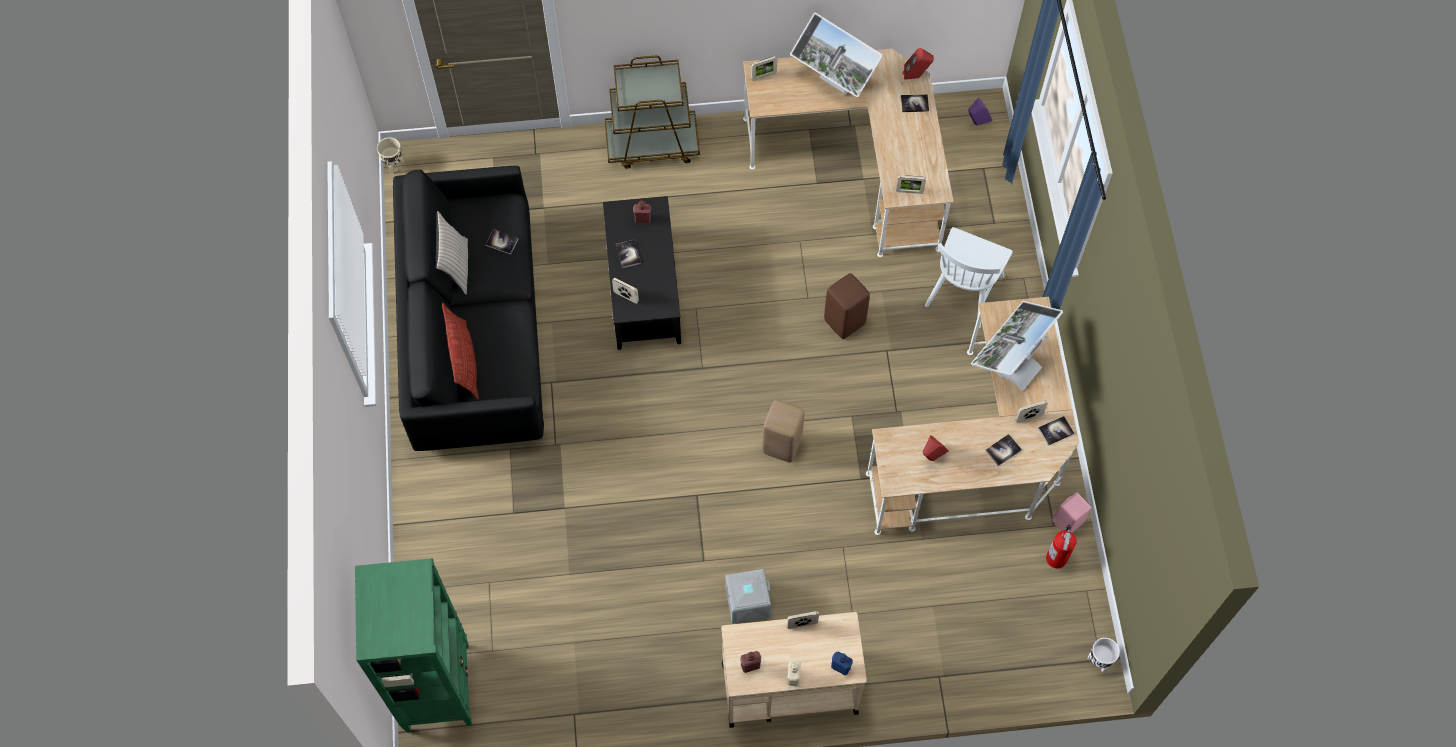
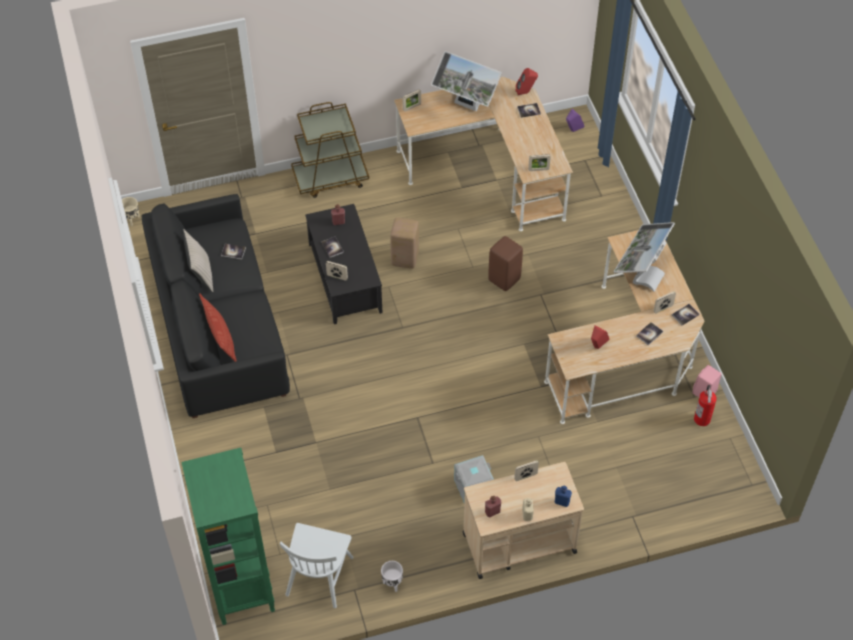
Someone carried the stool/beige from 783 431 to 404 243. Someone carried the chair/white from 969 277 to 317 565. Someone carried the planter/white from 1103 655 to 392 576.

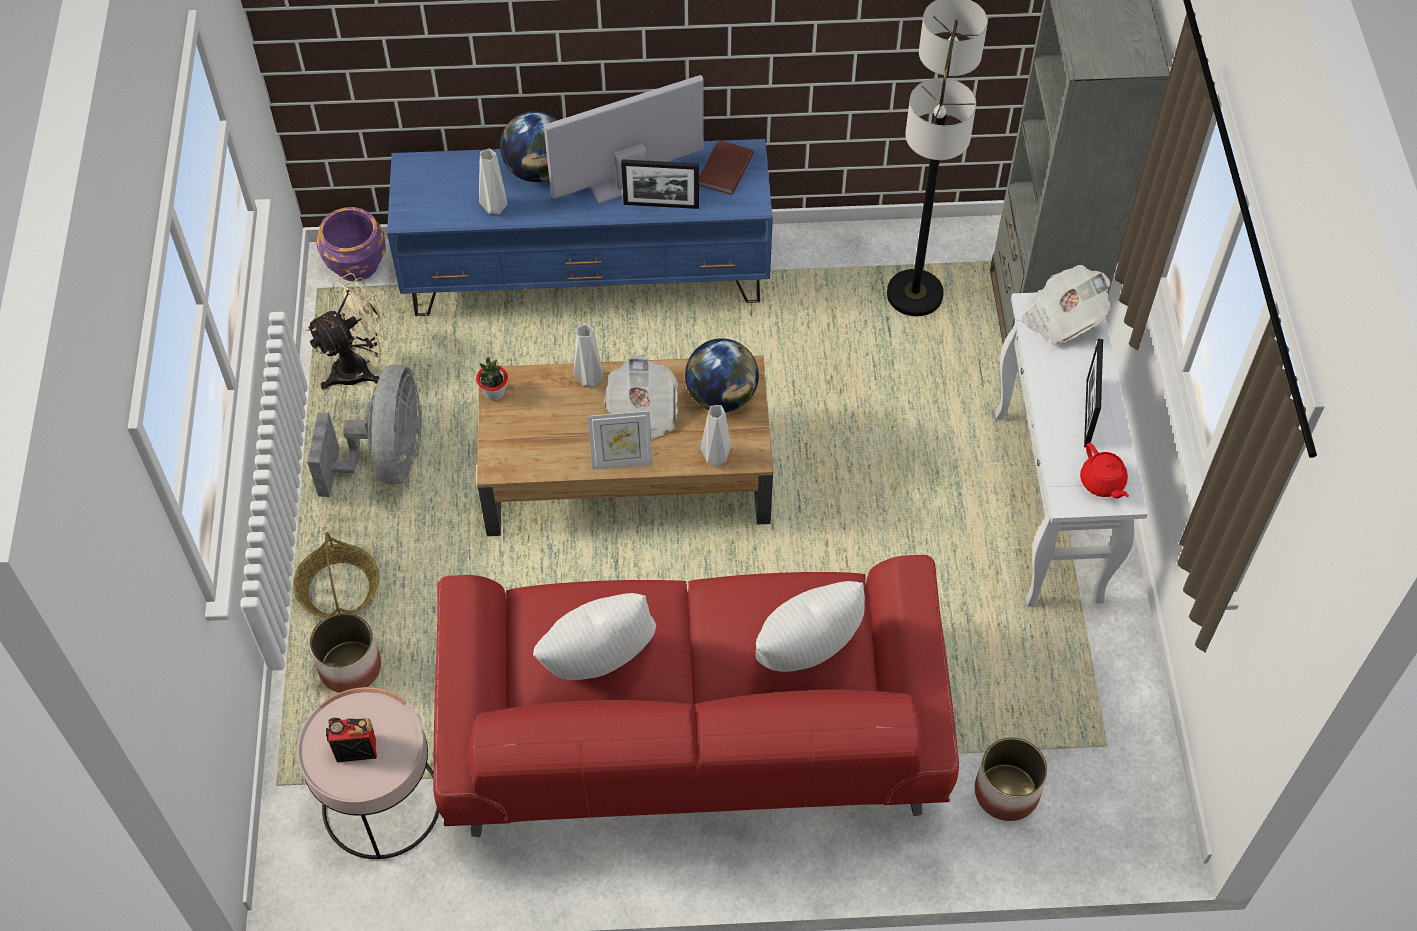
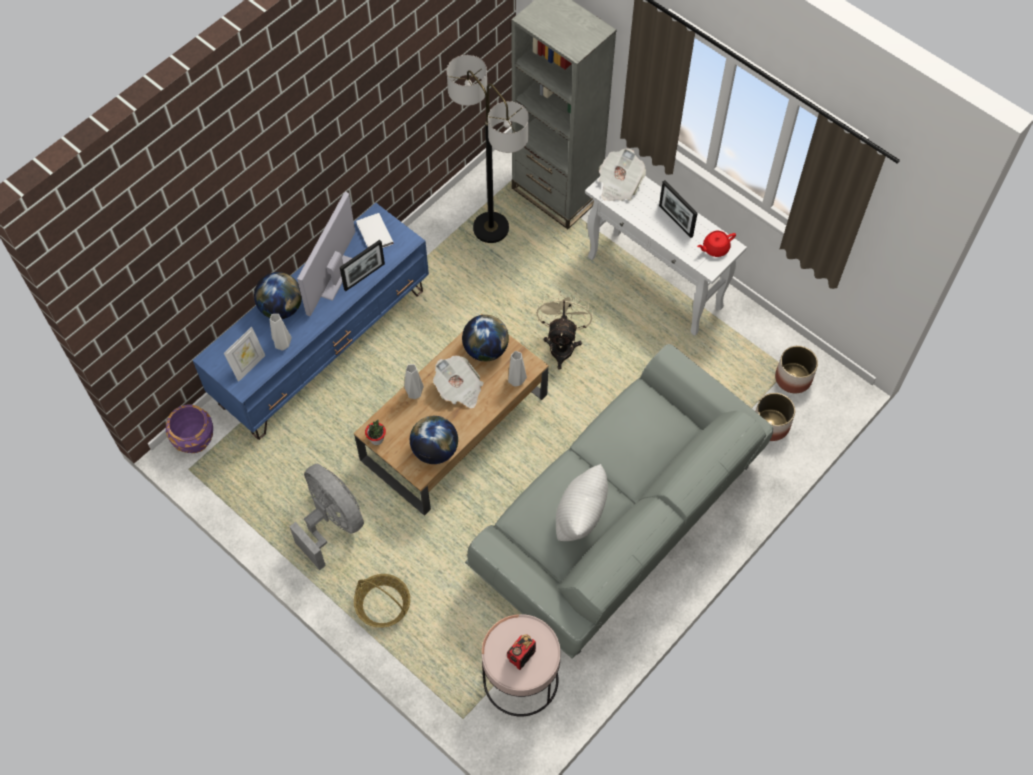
Someone took away the pillow/white at 810 626. Someone put down the globe at 434 440. Someone carried the fan/beige from 351 331 to 564 330. Someone carried the planter from 345 653 to 796 369. Someone carried the picture frame from 620 440 to 245 354. Someone repainted the sofa/red at 696 695, which became the sofa/grey at 619 501. Someone repainted the book/brown at 726 167, which became the book/white at 375 230. Someone rotated the teapot/red at 1104 471 by 135 degrees clockwise.

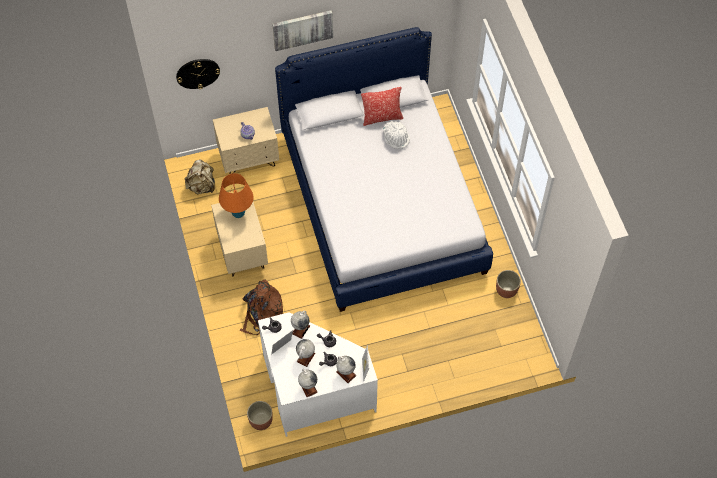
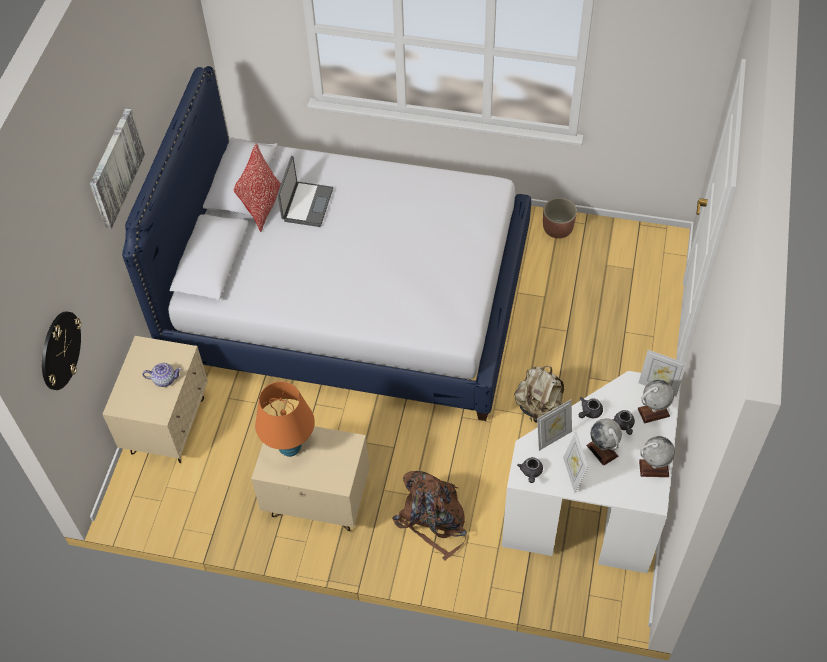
Someone took away the planter at 260 415. Someone carried the backpack/beige from 199 177 to 539 394. Someone swapped the globe at 300 324 for the picture frame at 554 425. Someone swapped the hat/white at 396 135 for the laptop at 305 191.

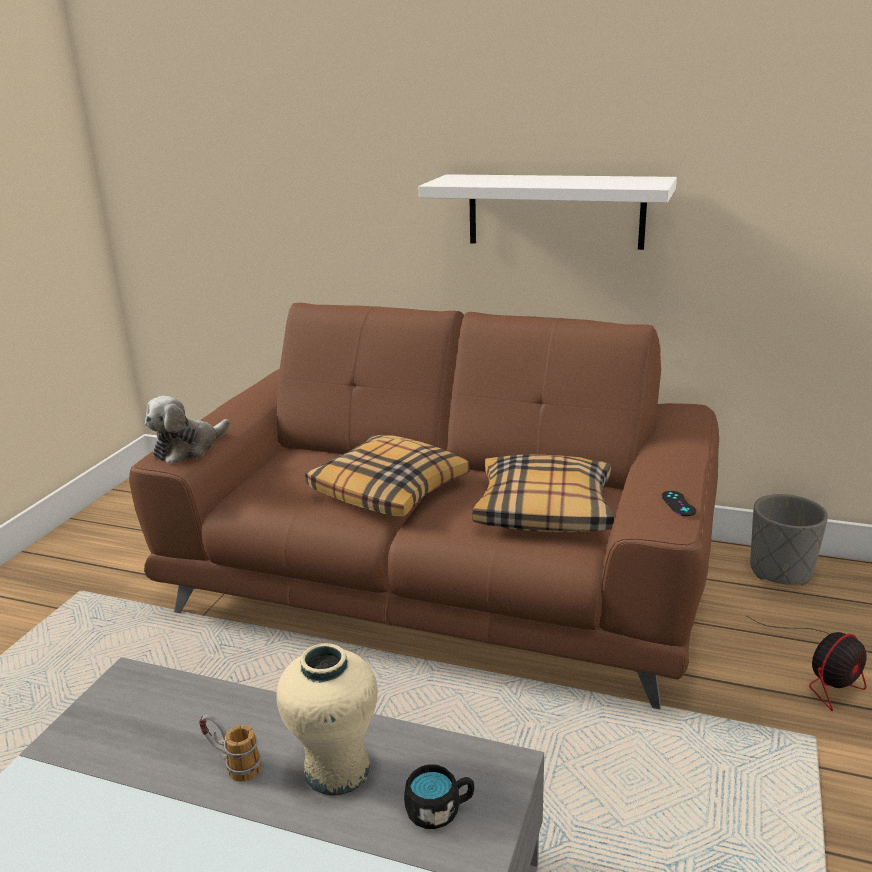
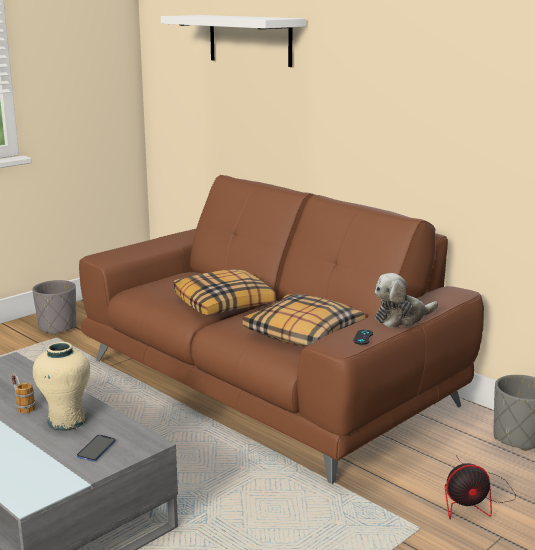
Someone put down the planter/grey at 54 307. Someone carried the plush toy from 187 430 to 406 300. Someone carried the shelf/white from 548 212 to 233 41. Someone swapped the mug/black at 439 796 for the phone at 96 448.

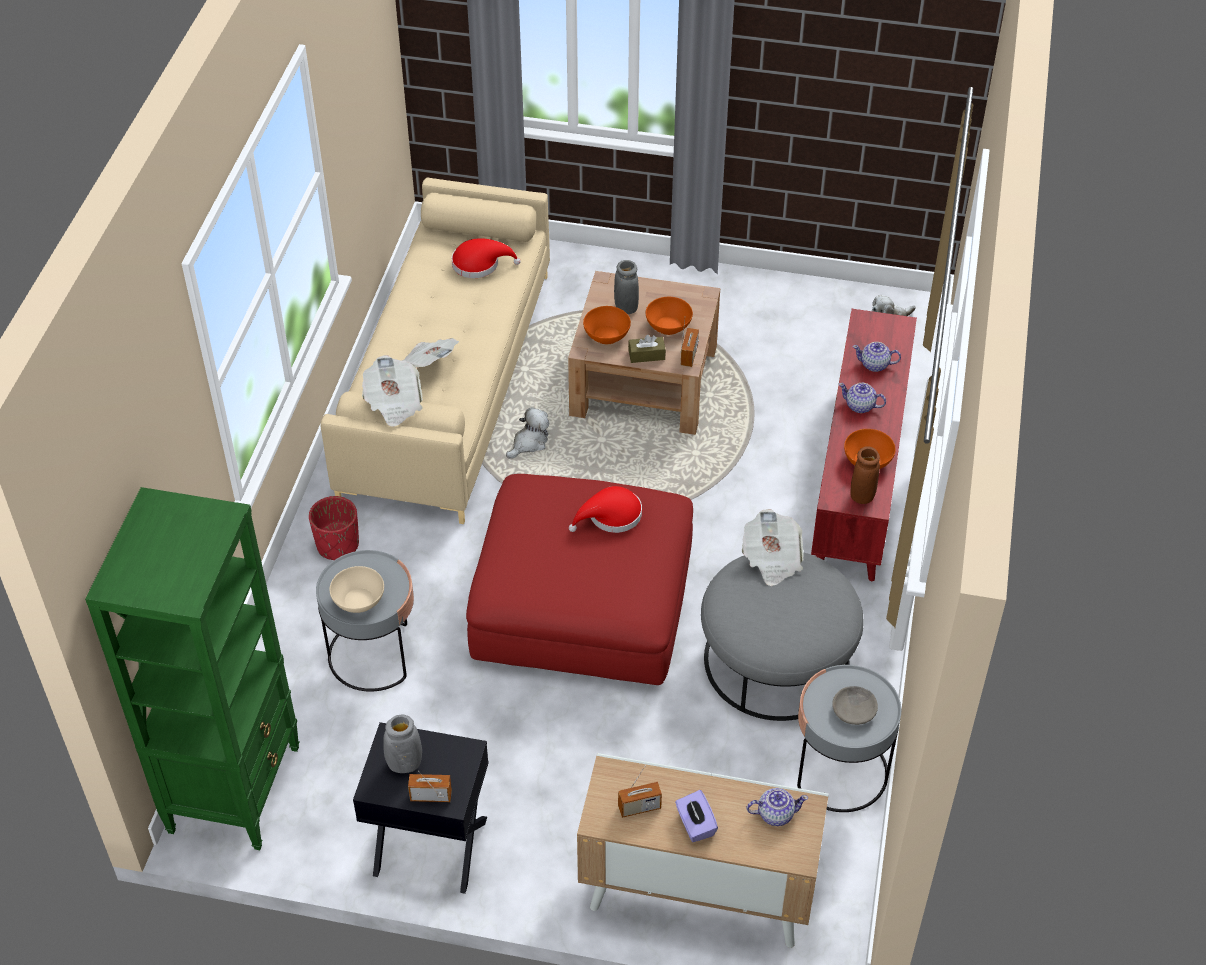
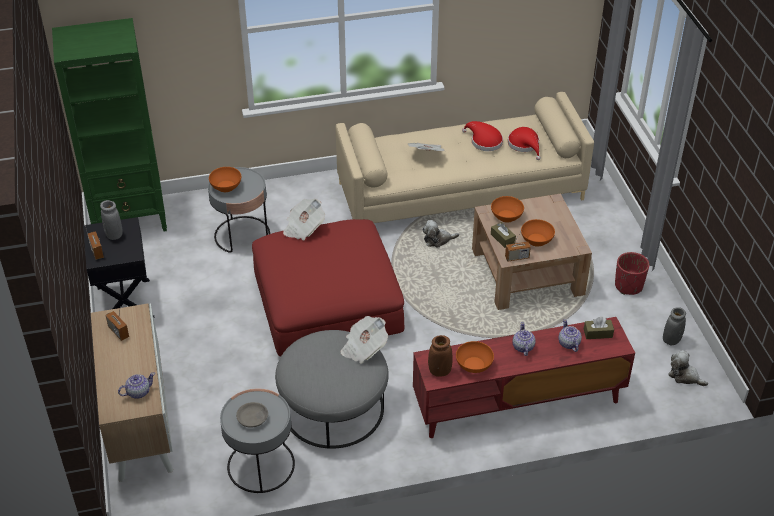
Someone took away the tissue box/purple at 696 816. Someone put down the tissue box/brown at 599 328. Someone carried the planter/red from 334 528 to 632 273. Someone carried the newspaper from 392 391 to 304 219. Someone carried the hat/red from 605 509 to 482 136. Someone carried the vase/grey from 626 287 to 674 326. Someone repainted the bowl/beige at 356 589, which became the bowl/orange at 225 179. Someone rotated the plush toy at 528 433 by 150 degrees clockwise. Someone rotated the teapot at 777 807 by 90 degrees counterclockwise.

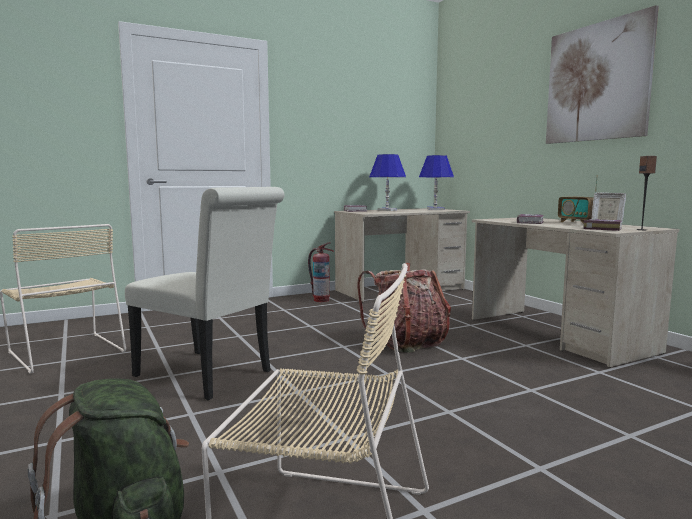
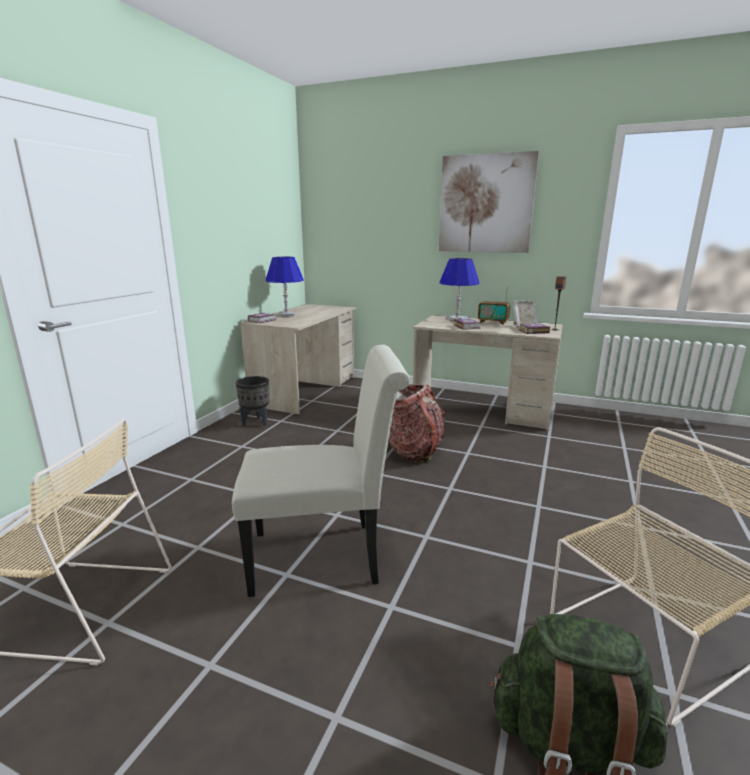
Someone carried the table lamp/blue from 436 182 to 459 289. Someone swapped the fire extinguisher at 321 272 for the planter/black at 252 401.

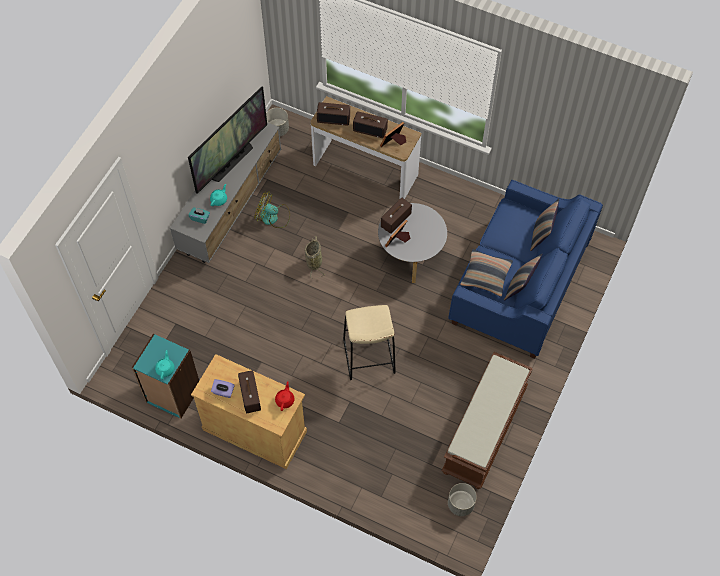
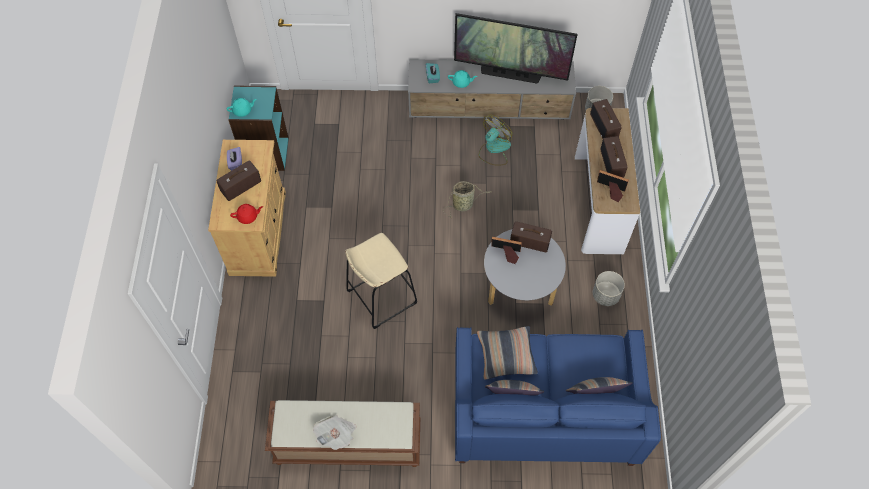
Someone put down the newspaper at 335 432. Someone carried the planter/grey from 462 499 to 609 288. Someone rotated the fan at 272 209 by 45 degrees clockwise.

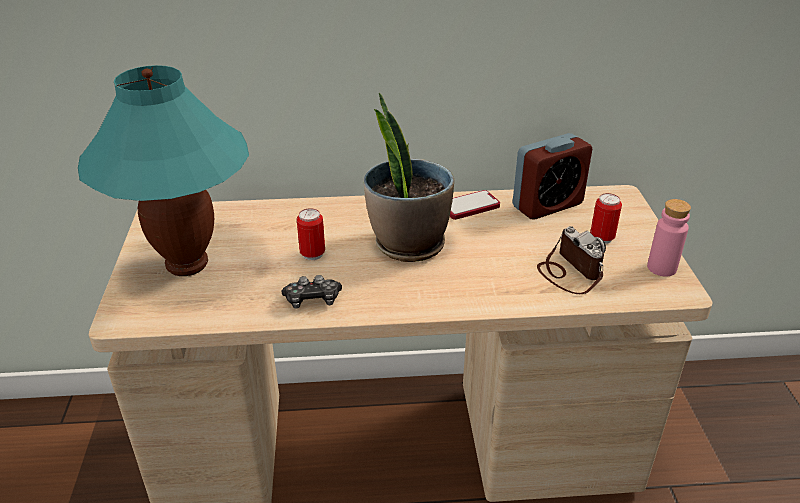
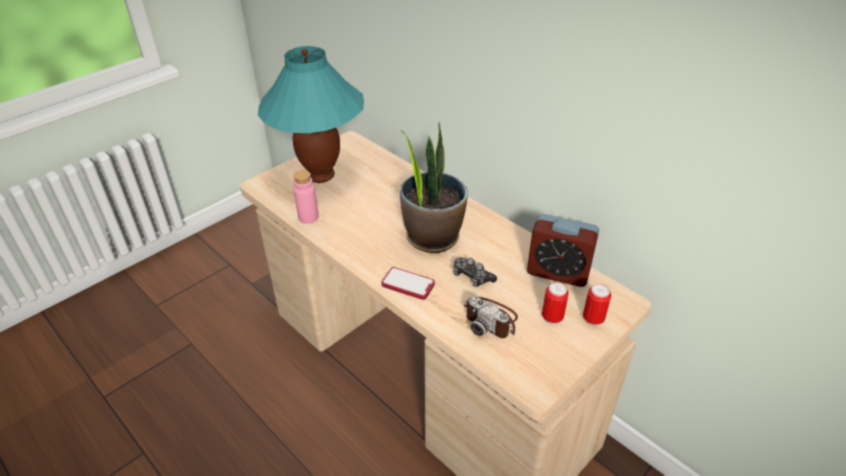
Someone carried the game controller from 311 292 to 475 272. Someone carried the can from 311 234 to 597 305. Someone carried the phone from 475 205 to 408 283. Someone carried the bottle/pink from 669 238 to 306 197. Someone rotated the photo camera at 571 260 by 105 degrees clockwise.

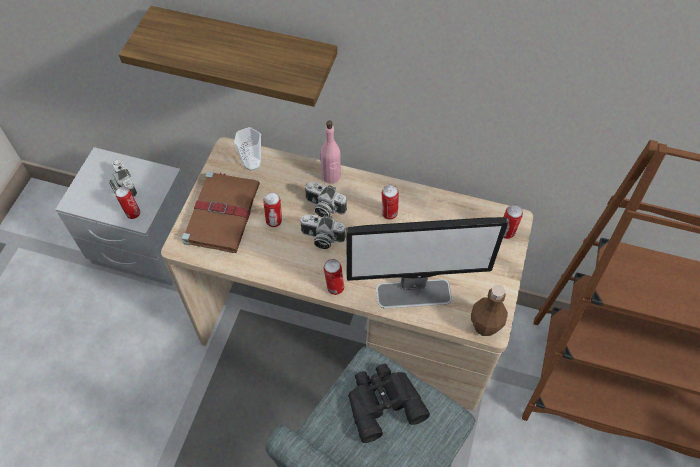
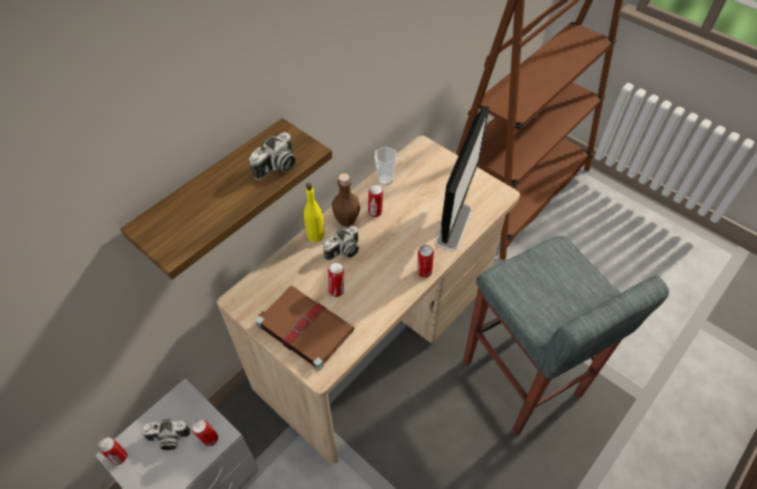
Someone took away the binoculars/black at 389 403. Someone carried the cup from 247 149 to 386 166. Someone carried the photo camera from 323 231 to 272 156. Someone carried the bottle/brown from 489 310 to 346 199. Someone carried the can from 513 221 to 113 451. Someone repainted the bottle/pink at 331 152, which became the bottle/yellow at 314 212.

